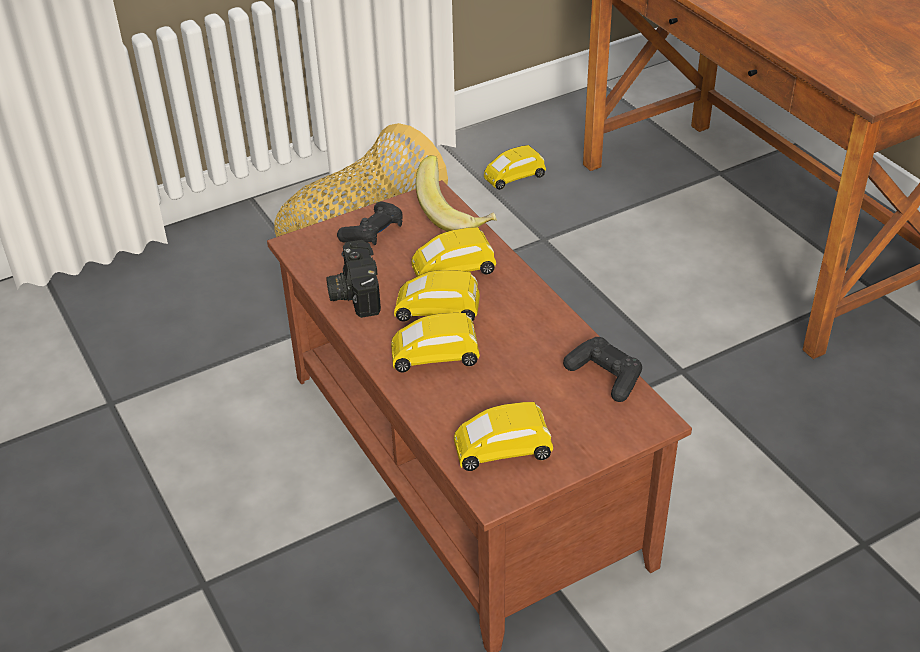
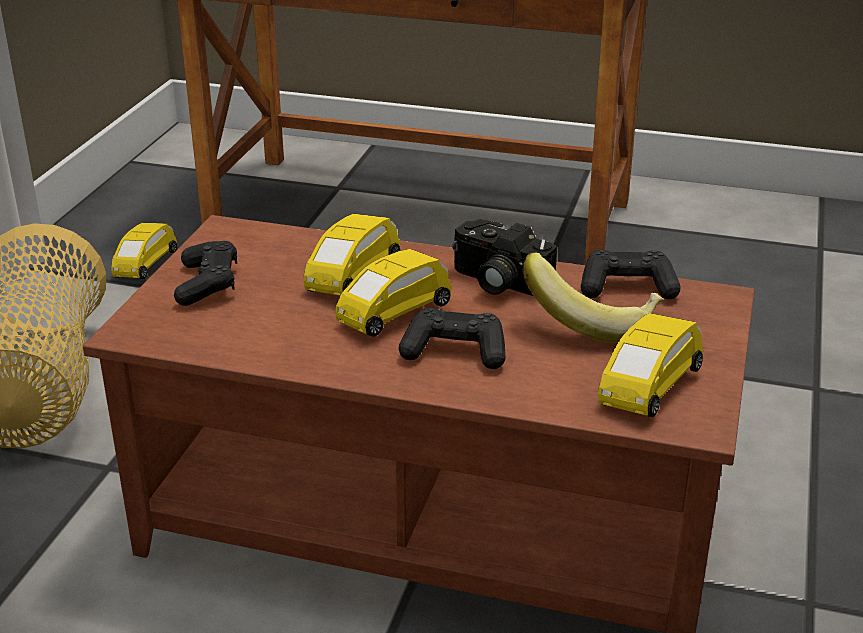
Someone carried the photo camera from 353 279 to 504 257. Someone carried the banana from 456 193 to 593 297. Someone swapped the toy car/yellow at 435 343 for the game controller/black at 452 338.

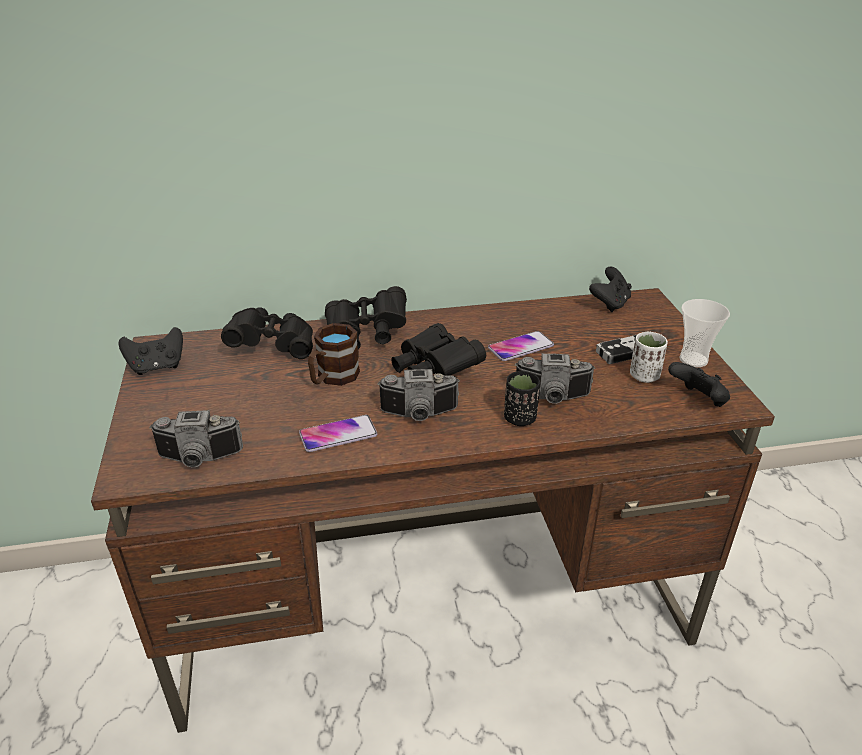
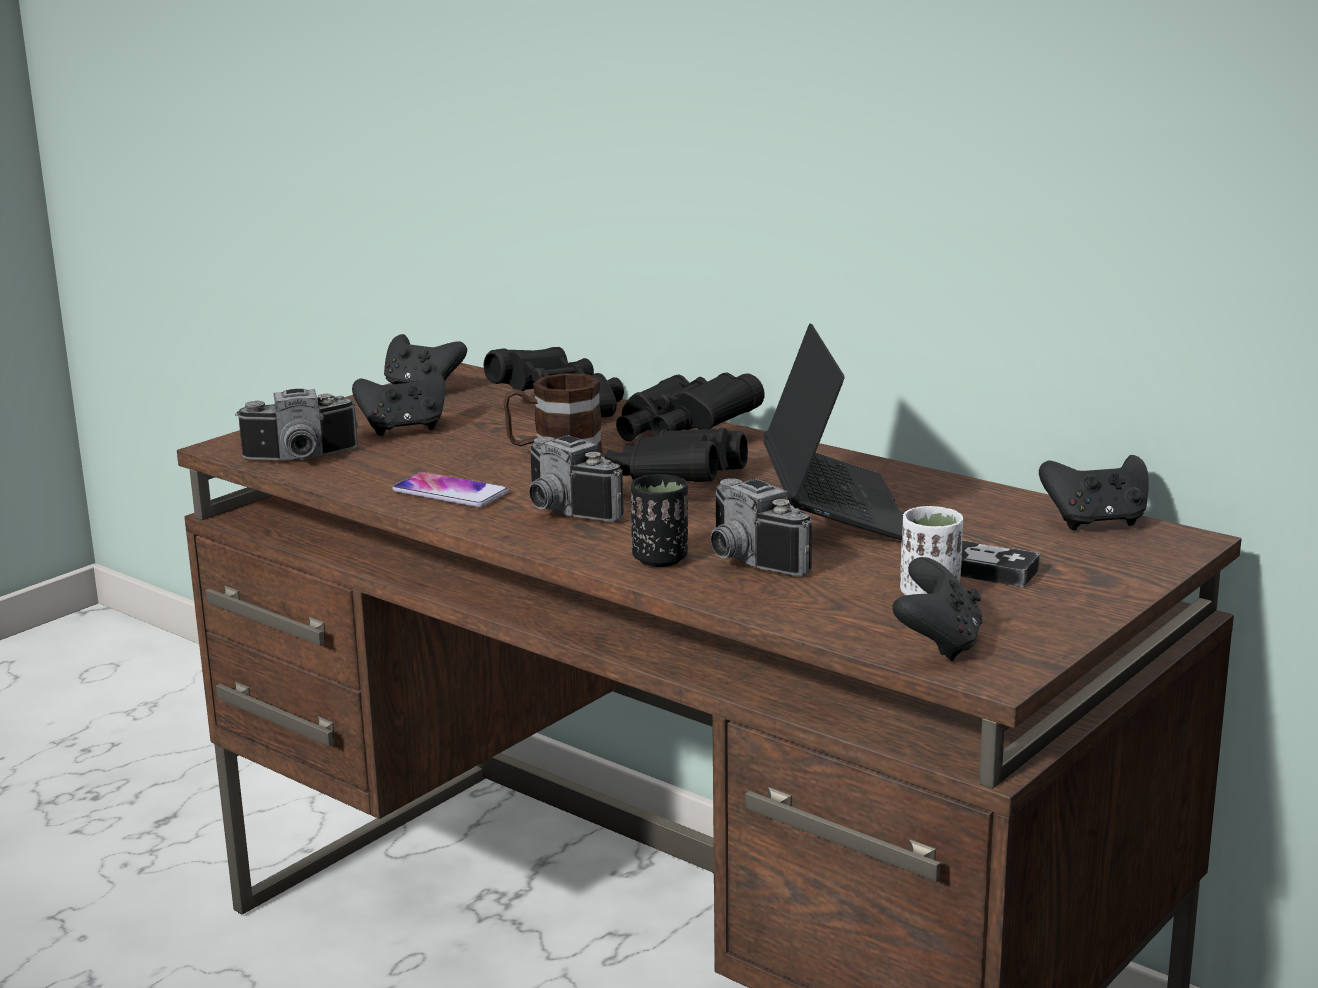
Someone took away the cup at 705 333. Someone put down the game controller/black at 398 403. Someone swapped the phone at 521 346 for the laptop at 833 432. Someone rotated the photo camera at 196 438 by 60 degrees counterclockwise.

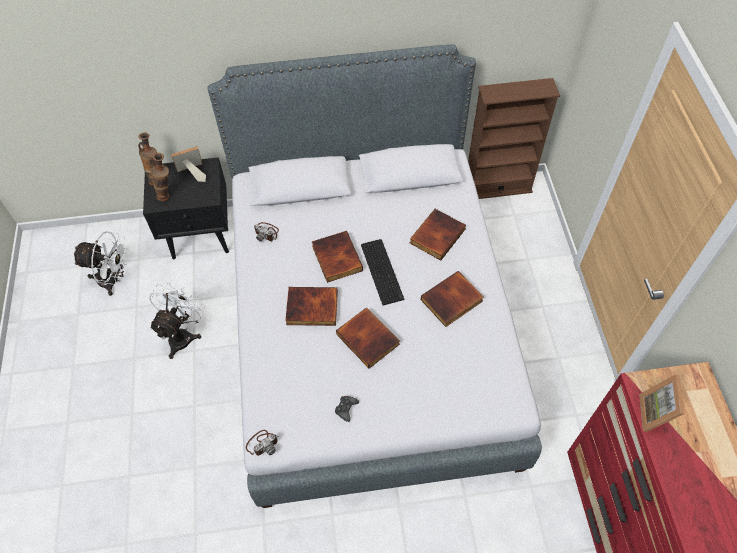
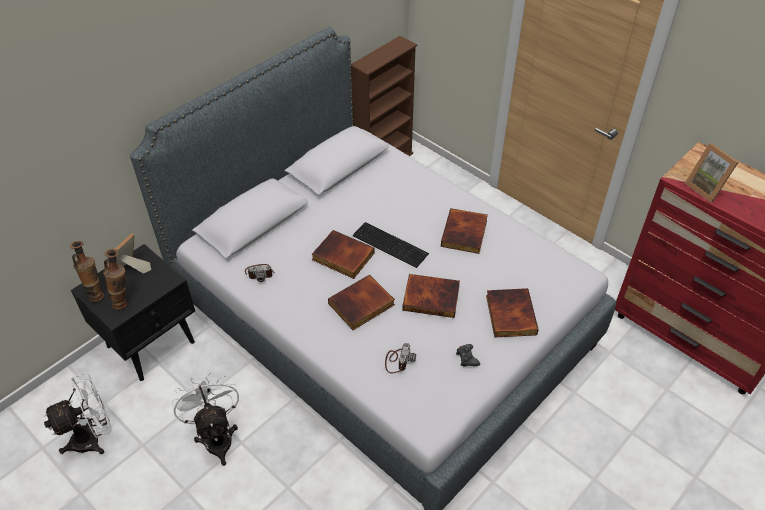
Someone carried the photo camera from 262 443 to 400 358. Someone carried the book from 438 234 to 512 313.

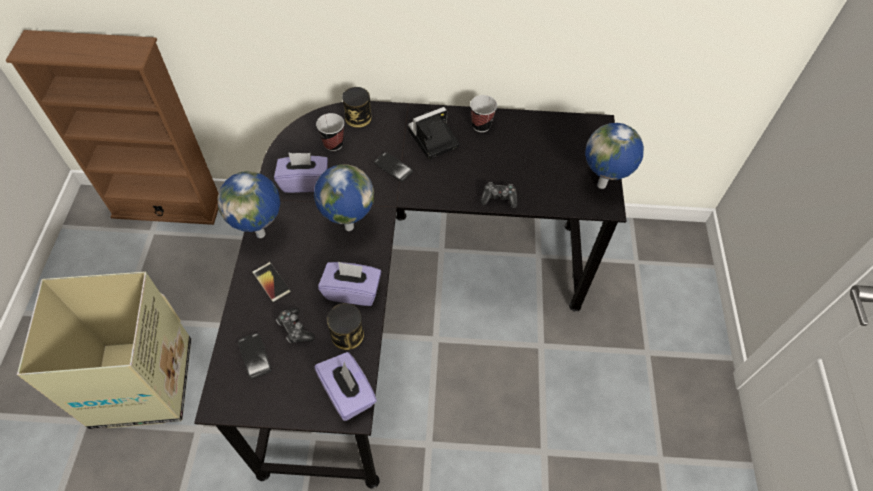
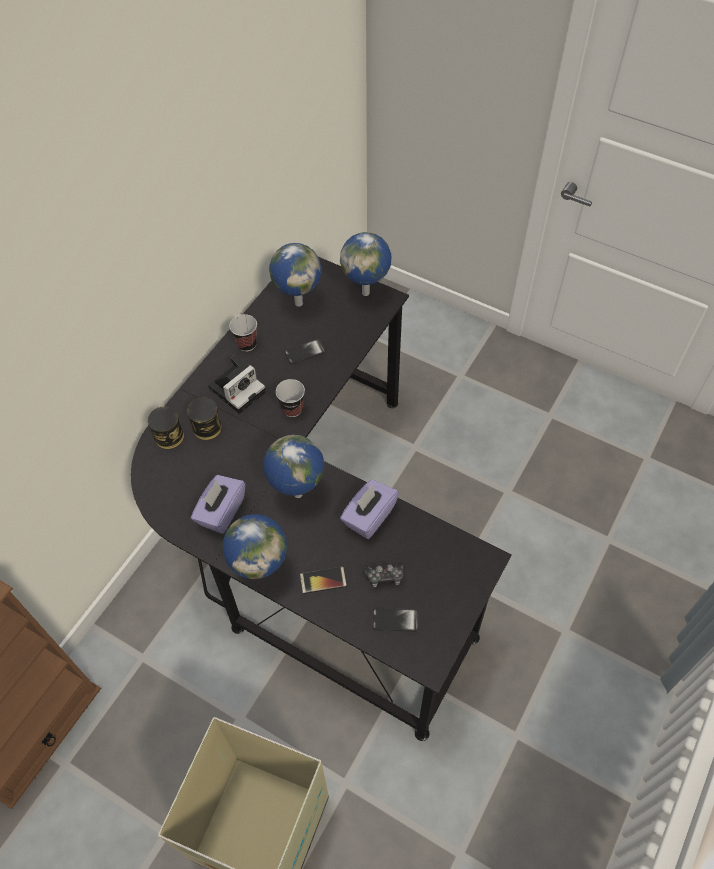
Someone took away the tissue box/purple at 345 386. Someone took away the game controller at 498 195. Someone put down the globe at 295 275. Someone carried the cup from 330 132 to 290 398. Someone carried the can from 345 326 to 204 418. Someone carried the phone from 393 167 to 305 351. Someone rotated the photo camera at 433 133 by 135 degrees counterclockwise.

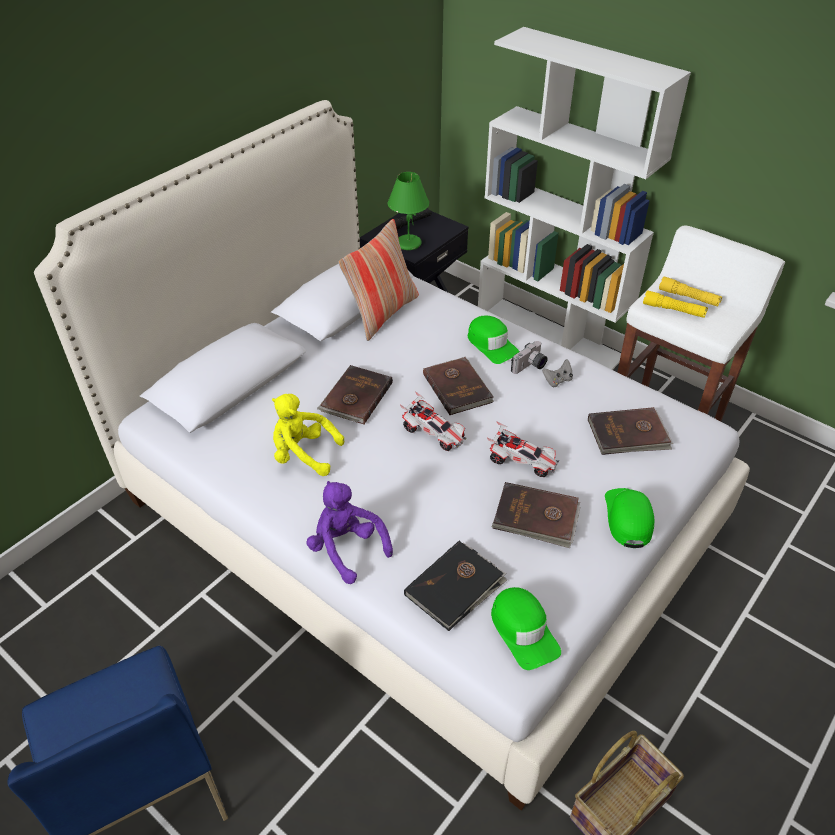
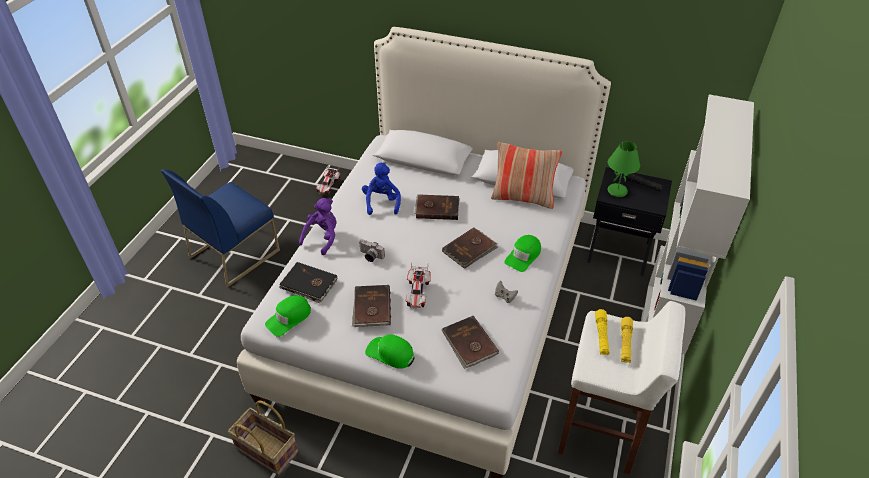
Someone carried the toy car from 433 421 to 328 179. Someone carried the photo camera from 529 357 to 372 250. Someone repainted the plush toy/yellow at 308 435, which became the plush toy/blue at 381 189. Someone rotated the cap/green at 629 518 by 135 degrees counterclockwise.

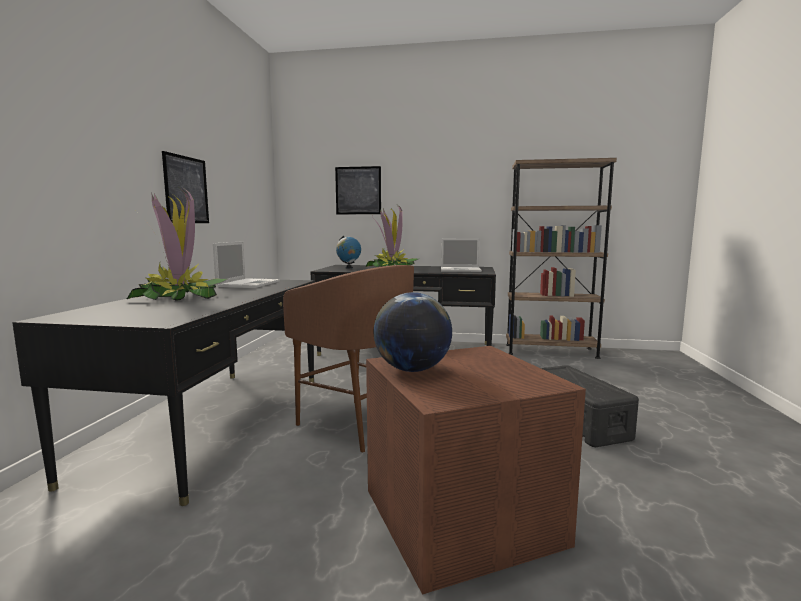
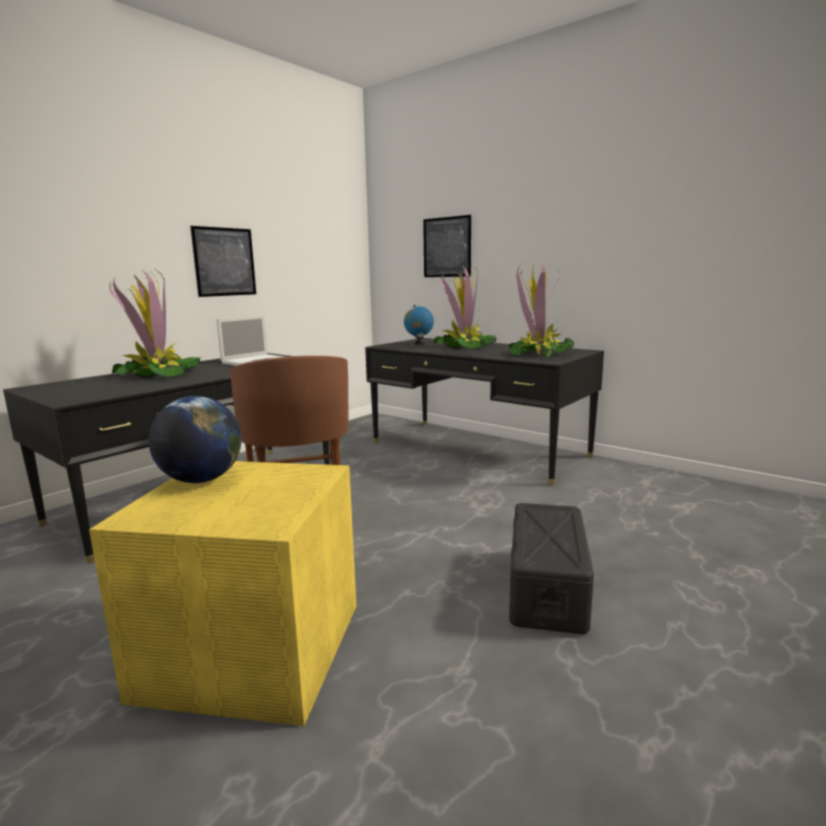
Someone took away the bookcase/brown at 561 258. Someone swapped the laptop at 461 255 for the potted plant at 541 310. Someone repainted the storage box/brown at 476 470, which became the storage box/yellow at 222 593.

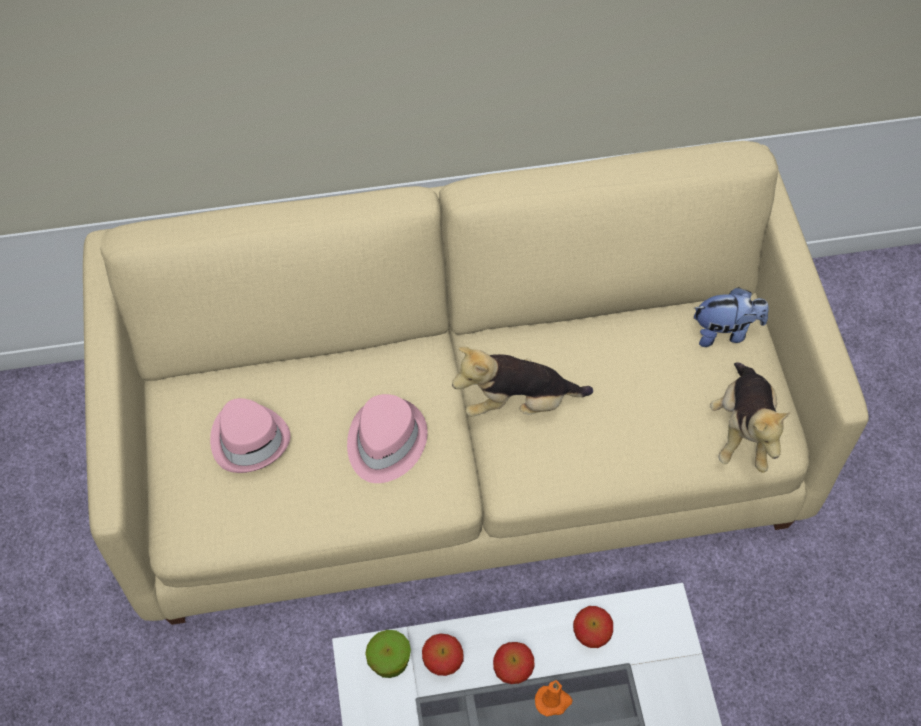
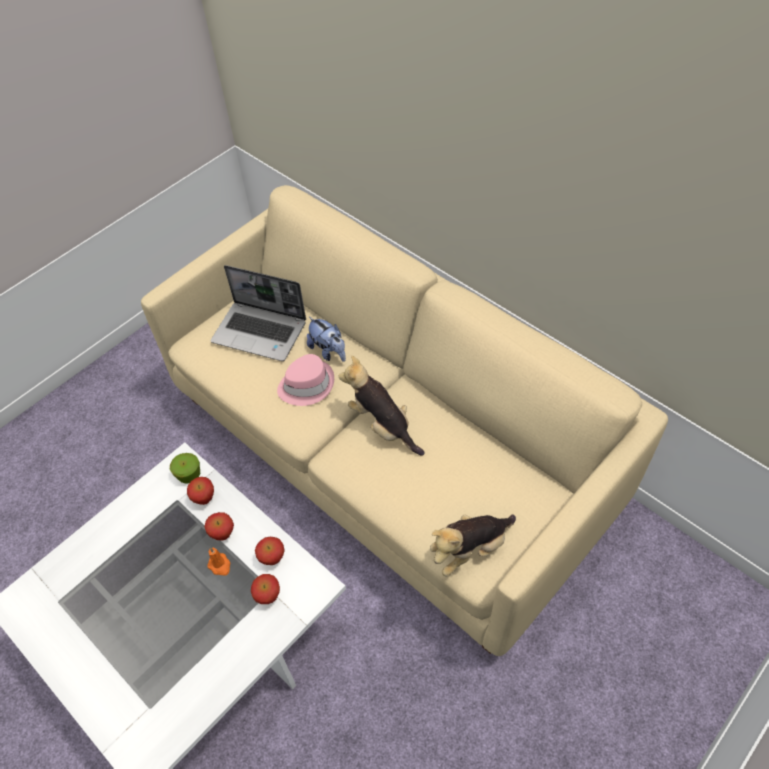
Someone put down the apple at 265 589. Someone carried the plush toy from 731 317 to 326 339. Someone swapped the hat/pink at 250 435 for the laptop at 258 313.

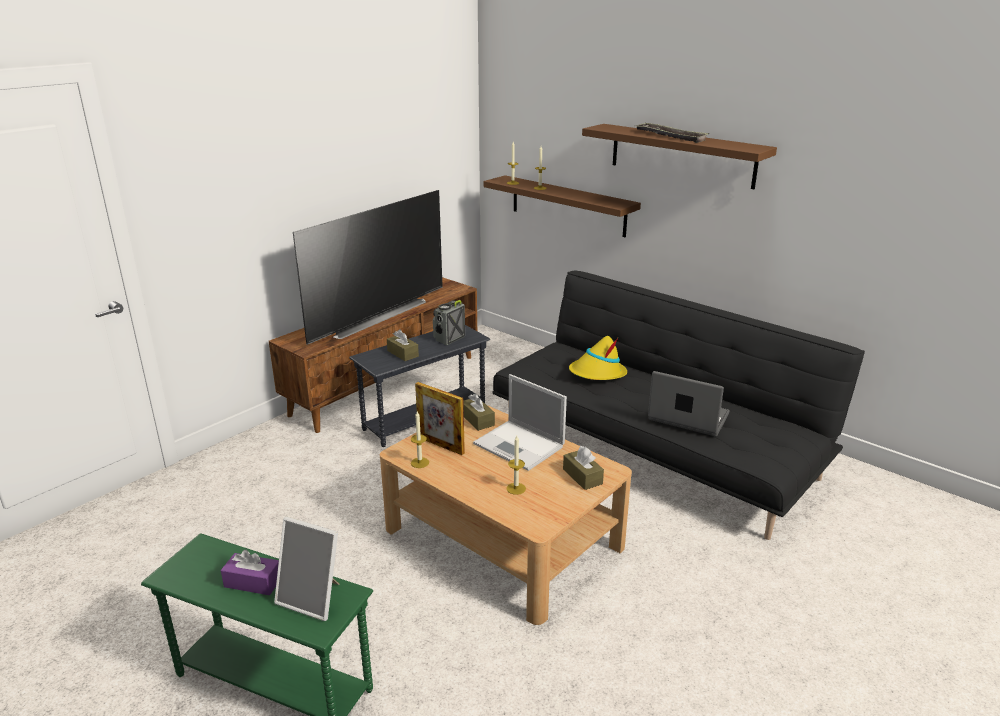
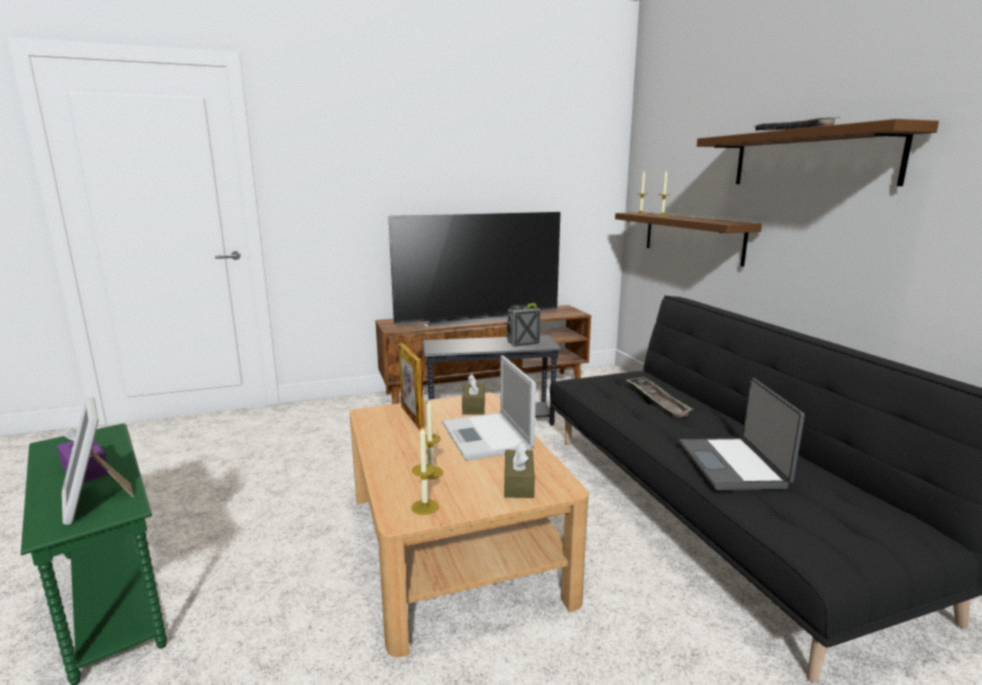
Someone took away the tissue box/brown at 403 345. Someone carried the candle from 420 440 to 425 471. Someone swapped the hat/yellow at 598 358 for the tray at 659 398. Someone rotated the laptop at 688 403 by 150 degrees counterclockwise.

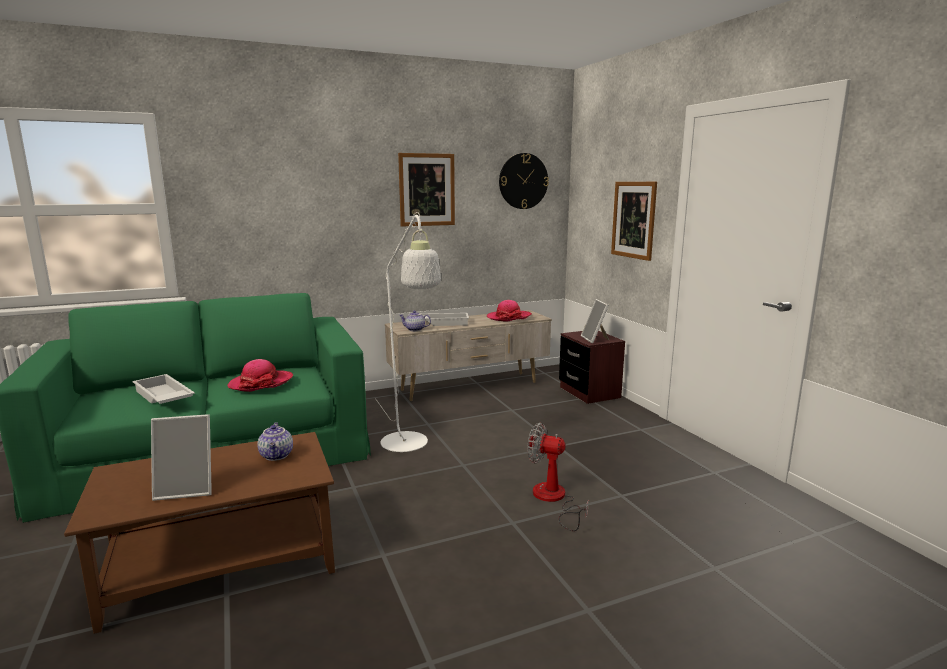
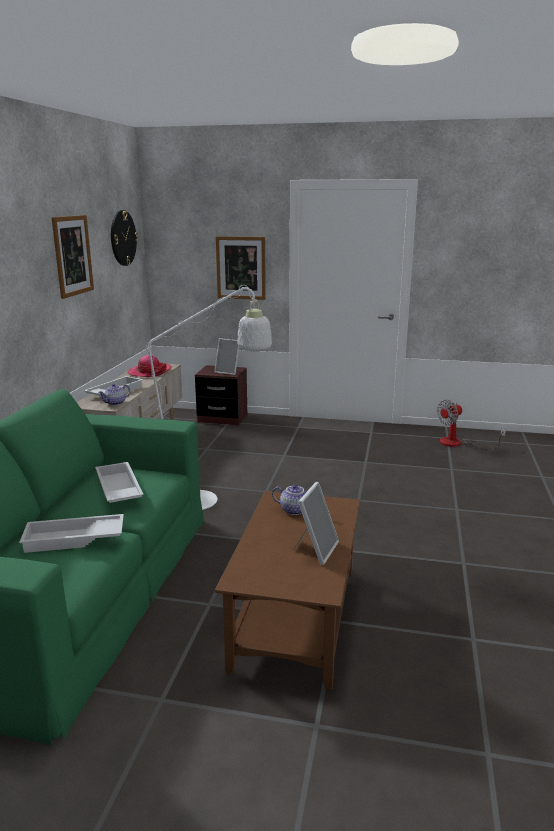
Someone carried the fan from 558 477 to 471 425. Someone swapped the hat at 260 375 for the tray/white at 119 482.

